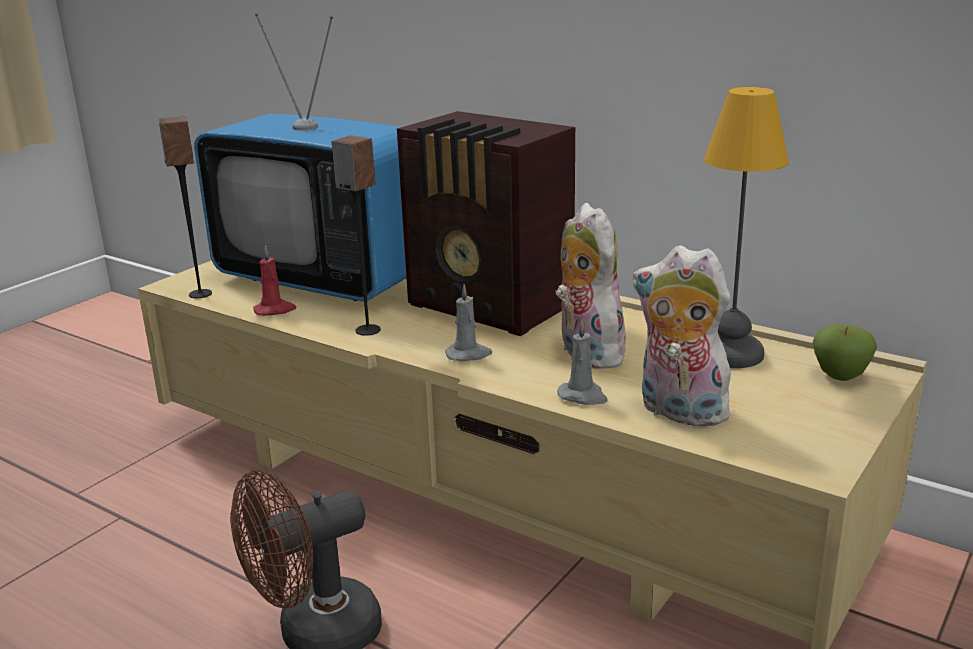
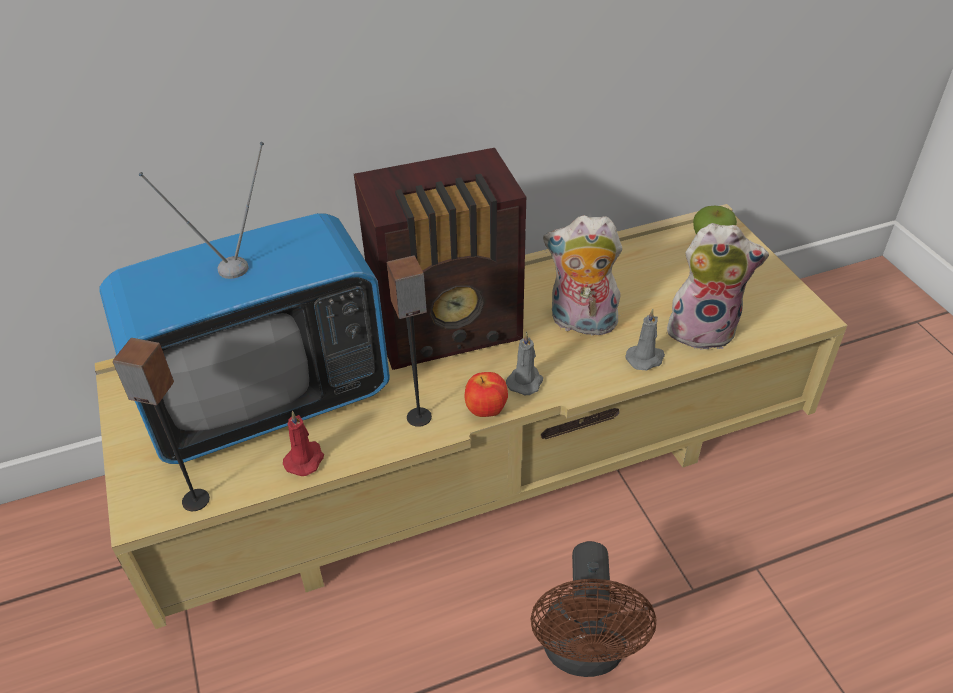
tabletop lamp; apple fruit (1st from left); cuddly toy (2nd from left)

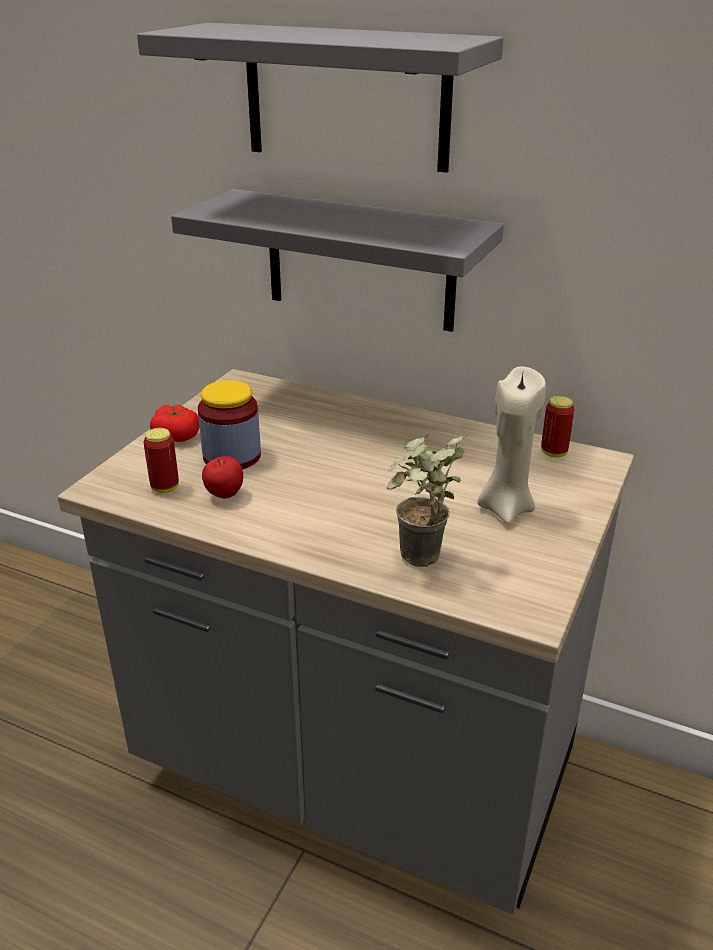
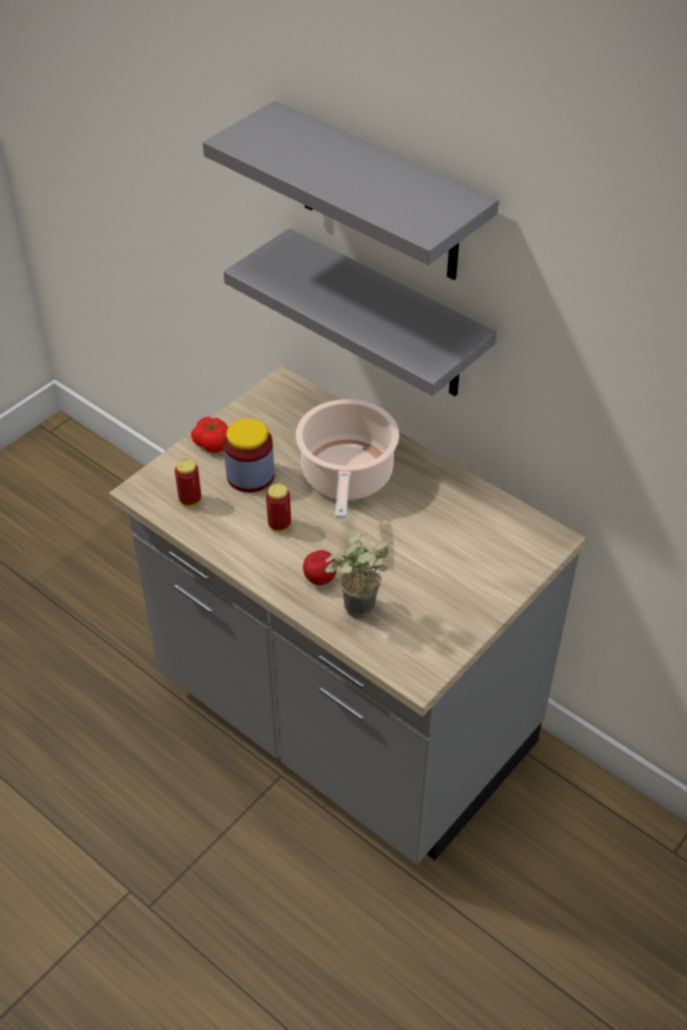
candle (beige-coloured); saucepot; apple fruit; can (2nd from left)

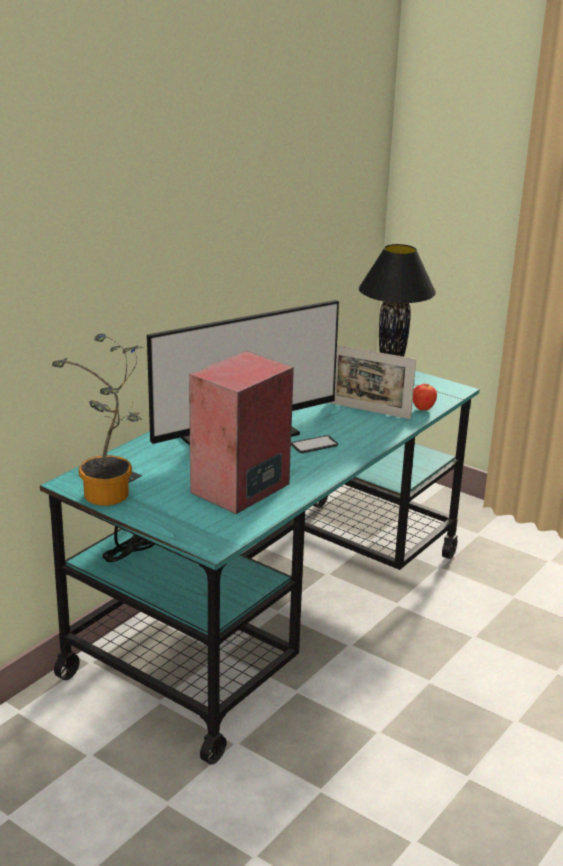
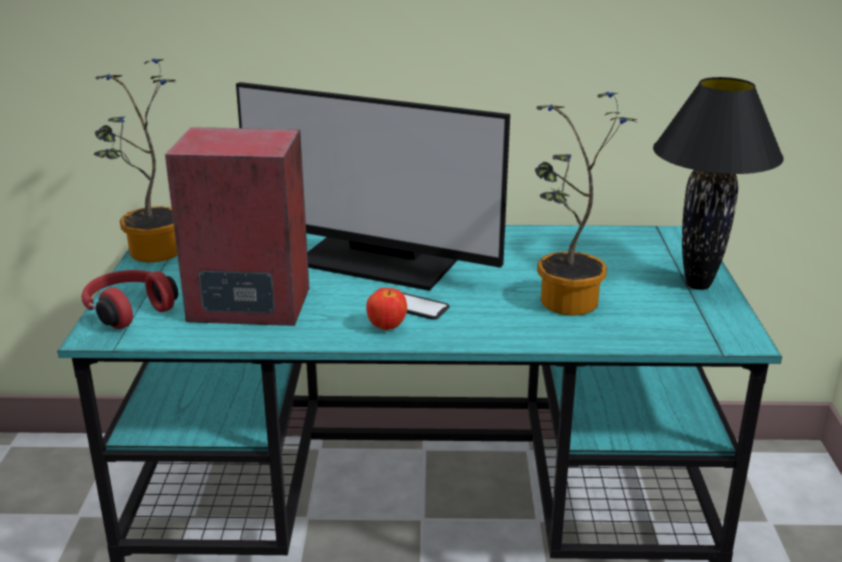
headphones (reddish); apple fruit; potted plant (2nd from left)

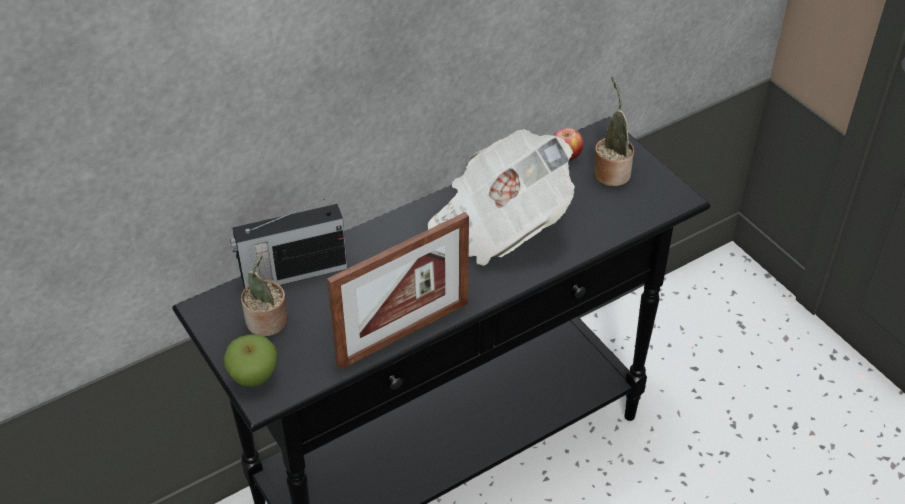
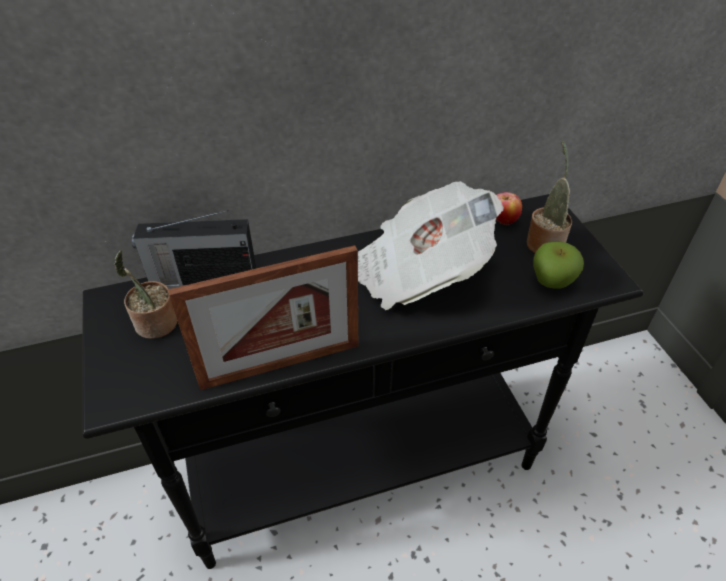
apple fruit (2nd from left)

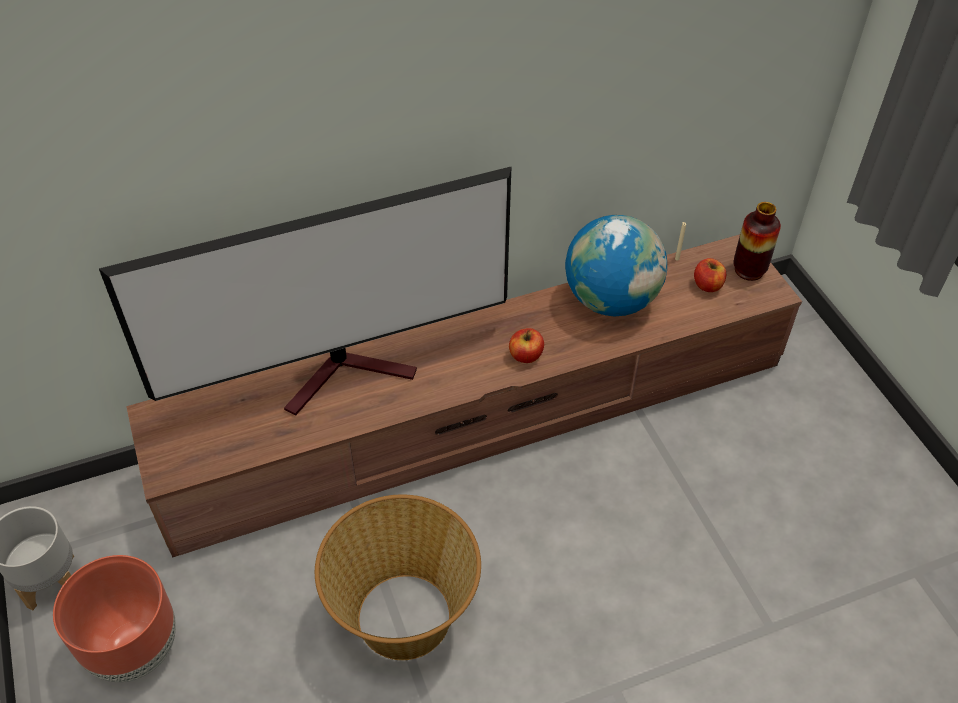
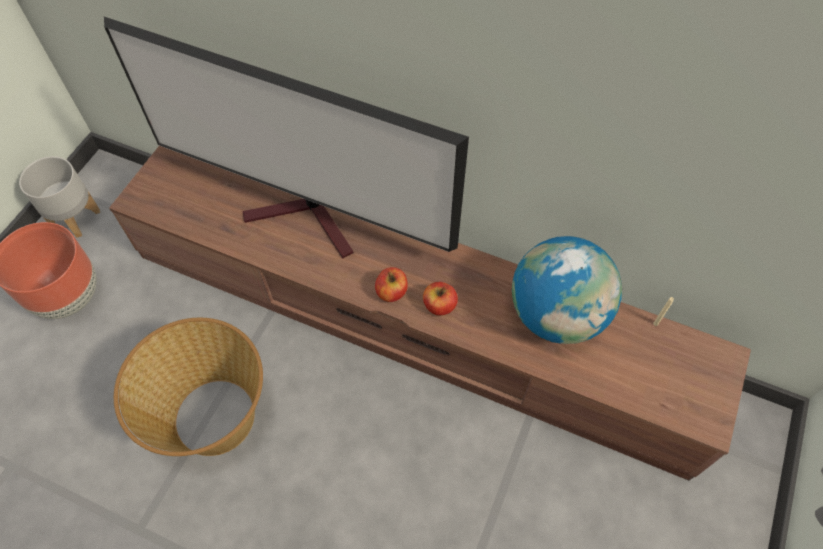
decorative vase; apple fruit (1st from left)

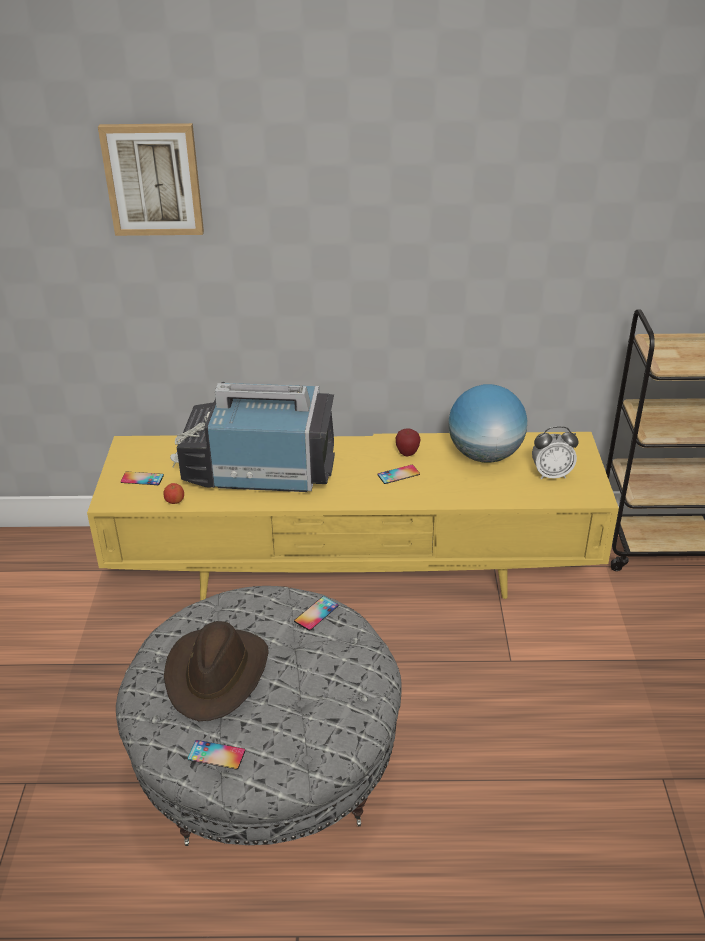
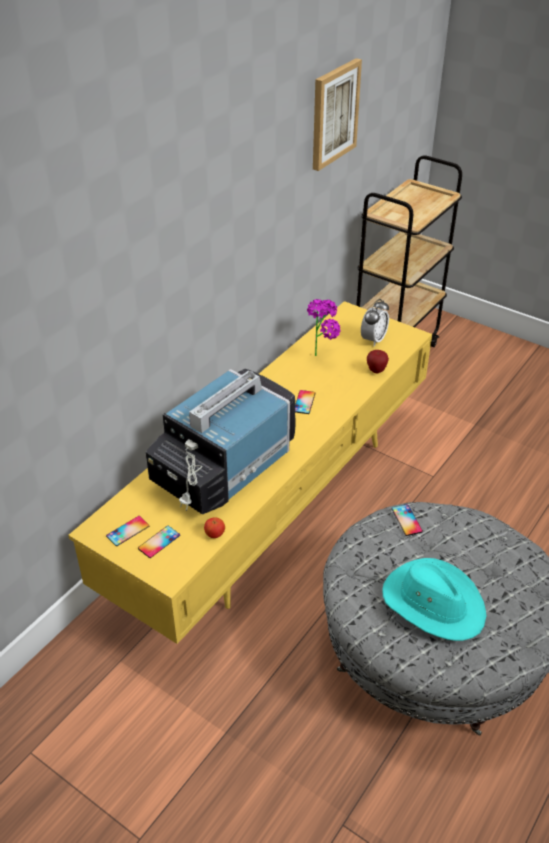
picture; handset (1st from left); apple fruit (2nd from left); potted plant; wearable hat (turquoise)

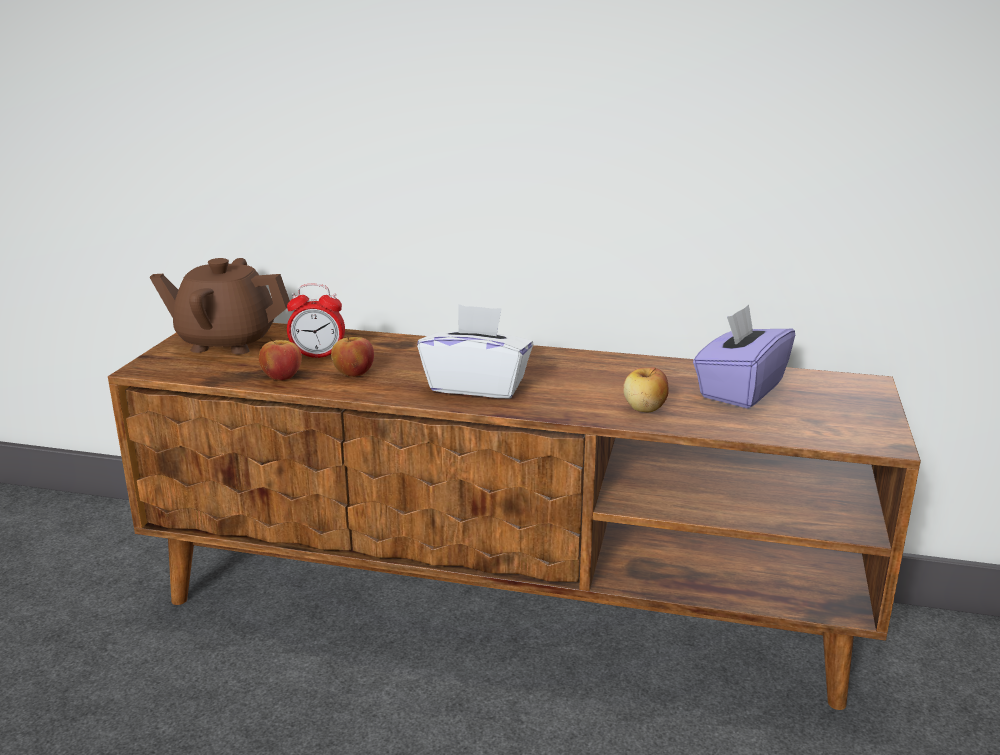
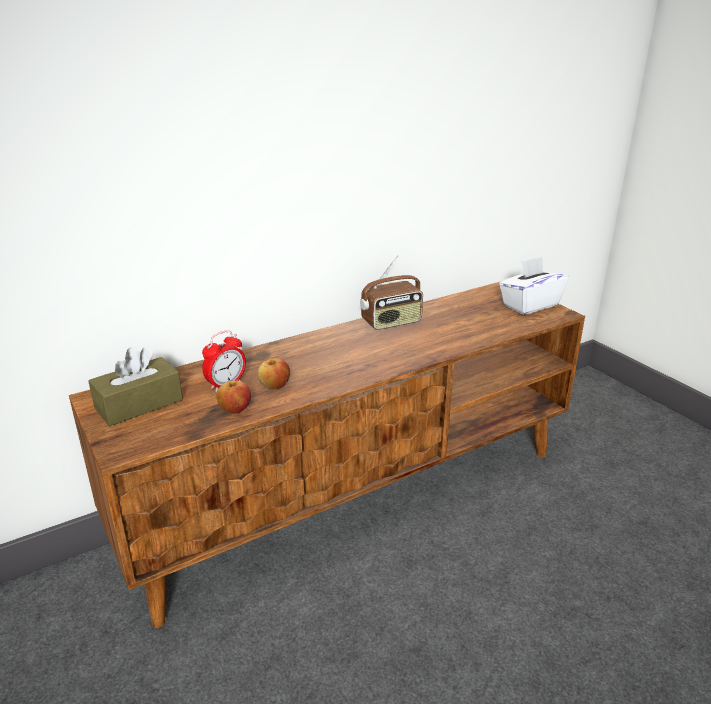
apple fruit (3rd from left in the first image); tissue holder (purple); radio; tissue holder (white); tissue holder (brown-coloured)

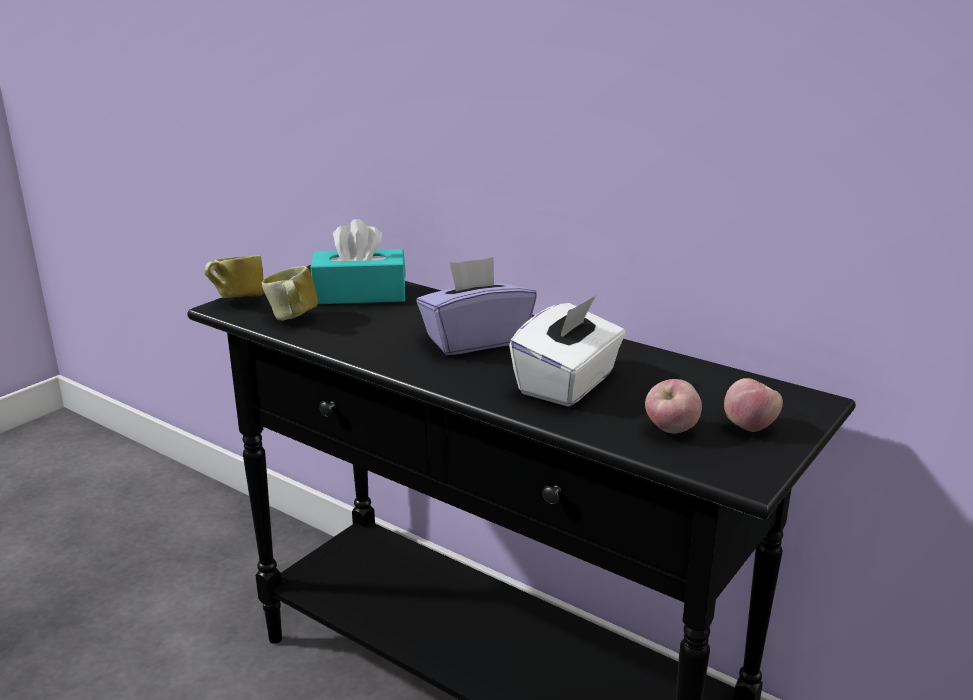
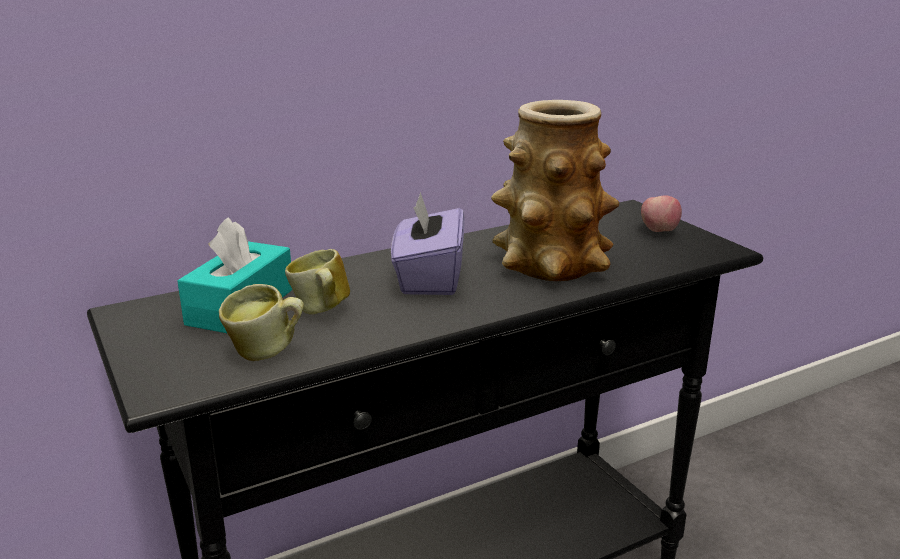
apple fruit (1st from left in the first image); tea mug (2nd from left); decorative vase

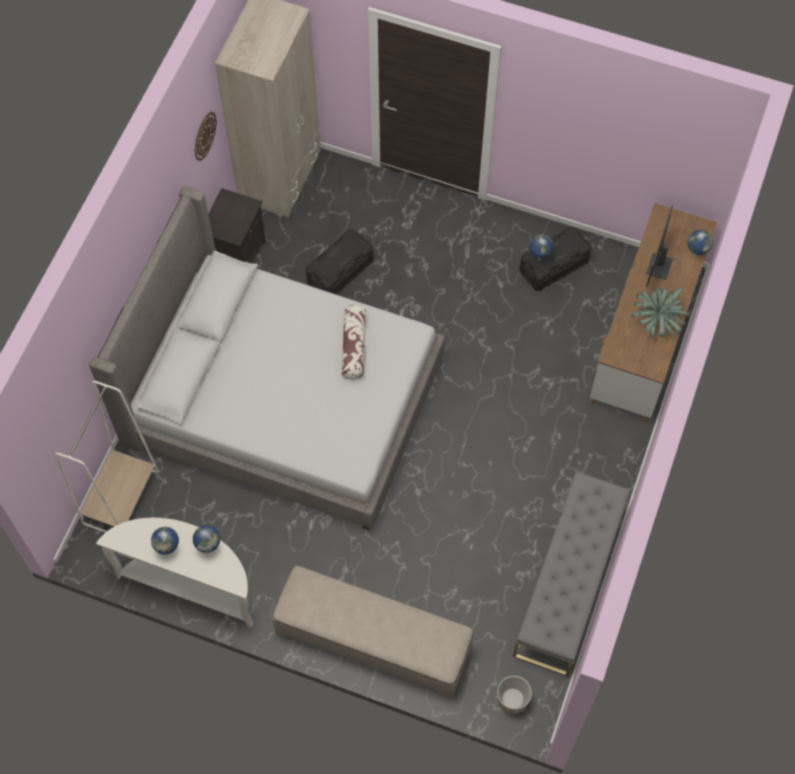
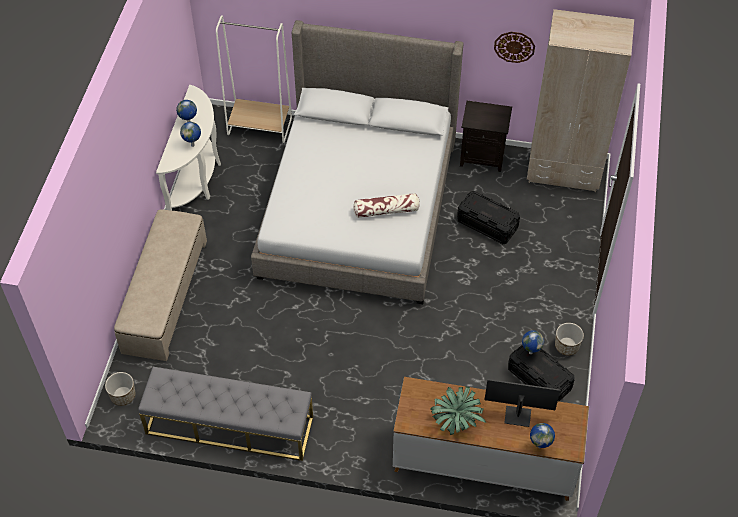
planter (2nd from left)

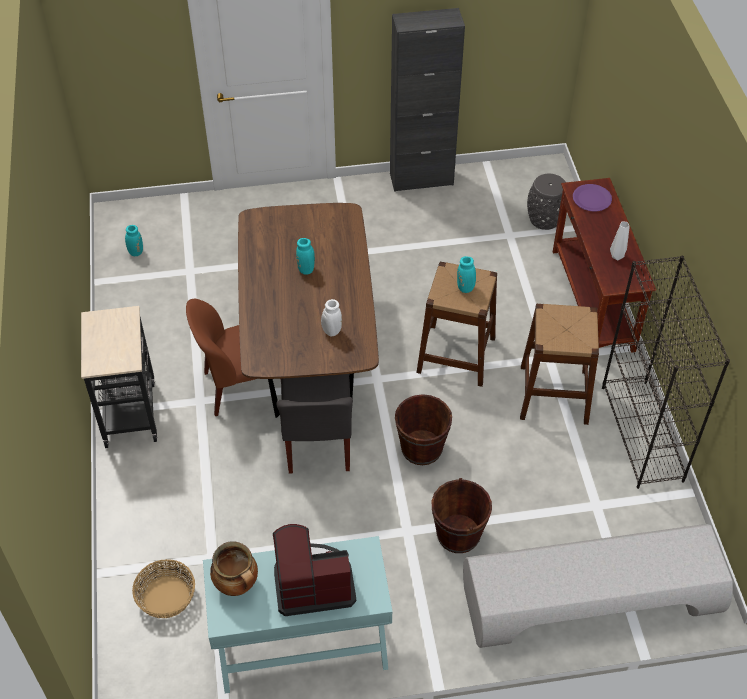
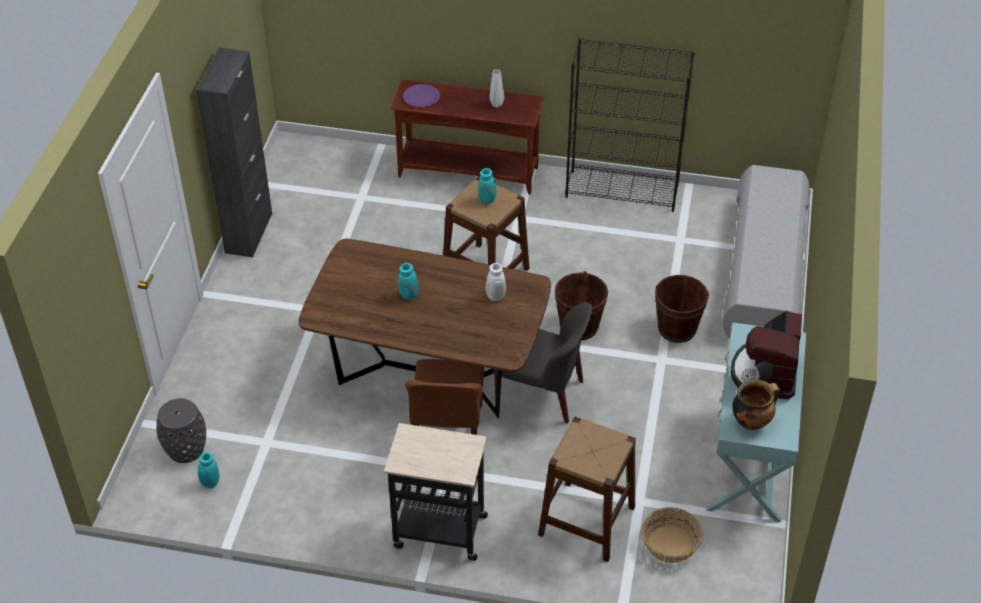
sitting stool (brown-coloured) (2nd from left); sitting stool (grey)

